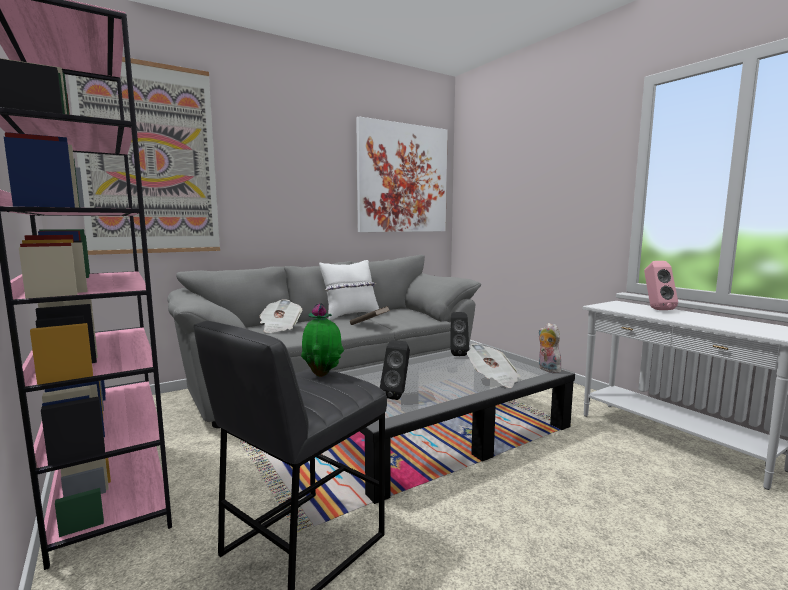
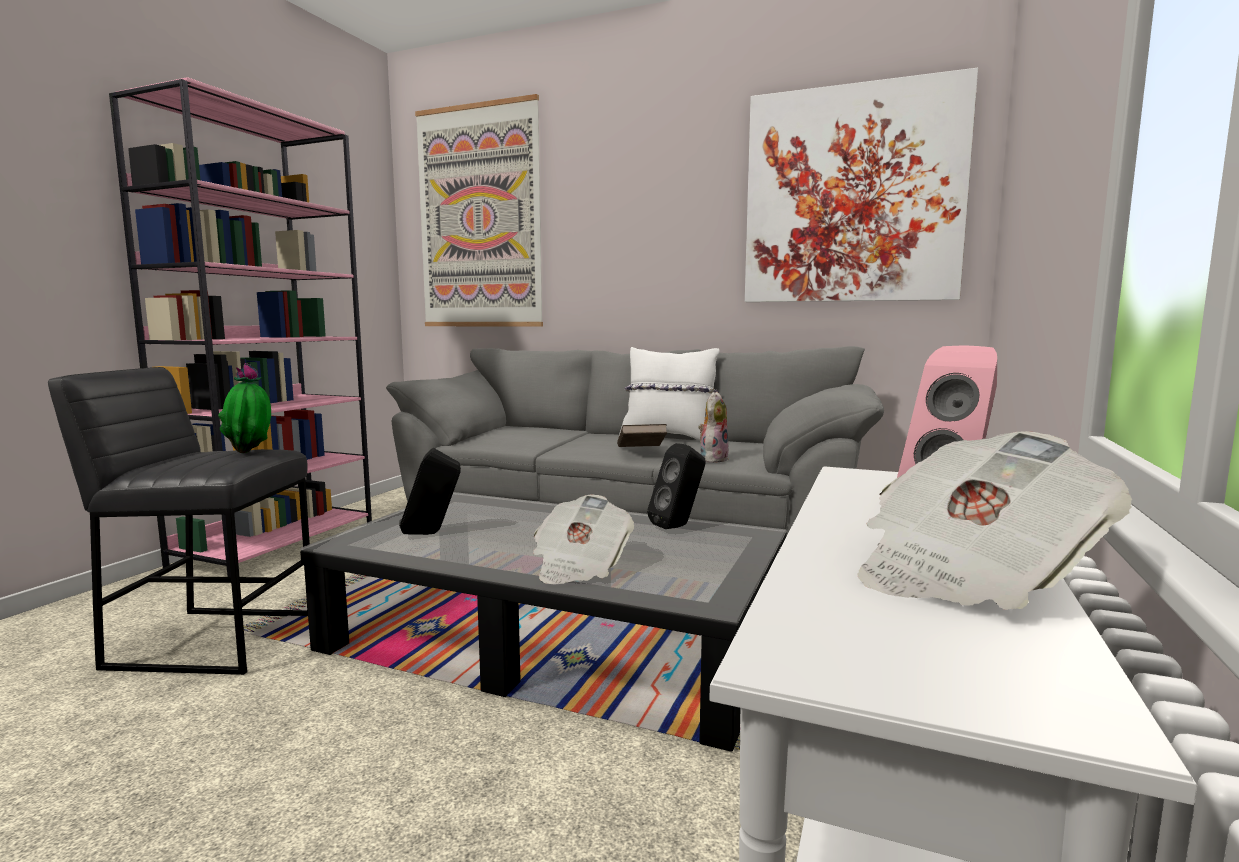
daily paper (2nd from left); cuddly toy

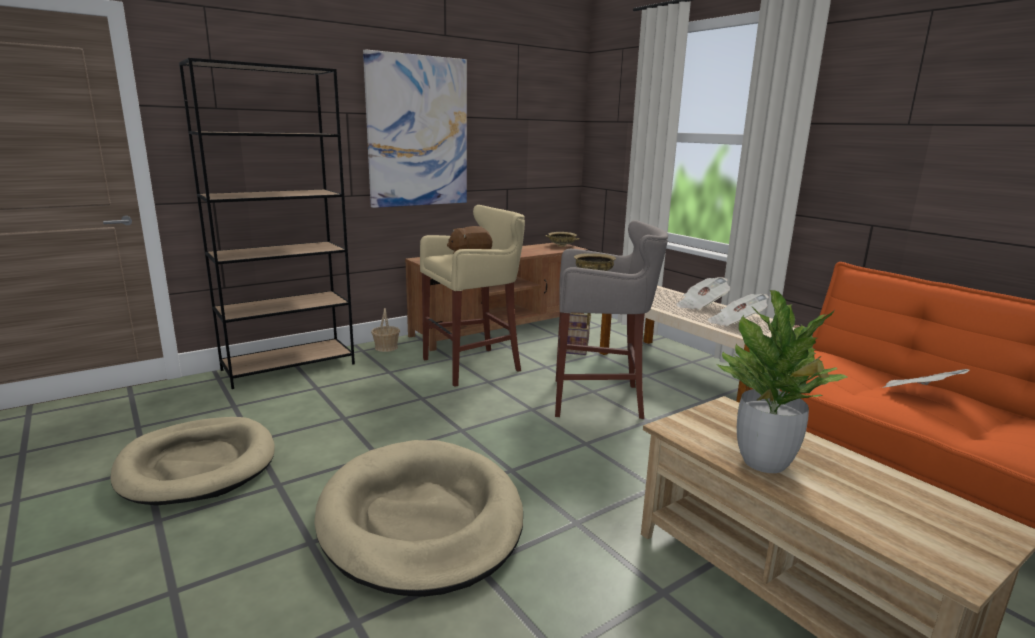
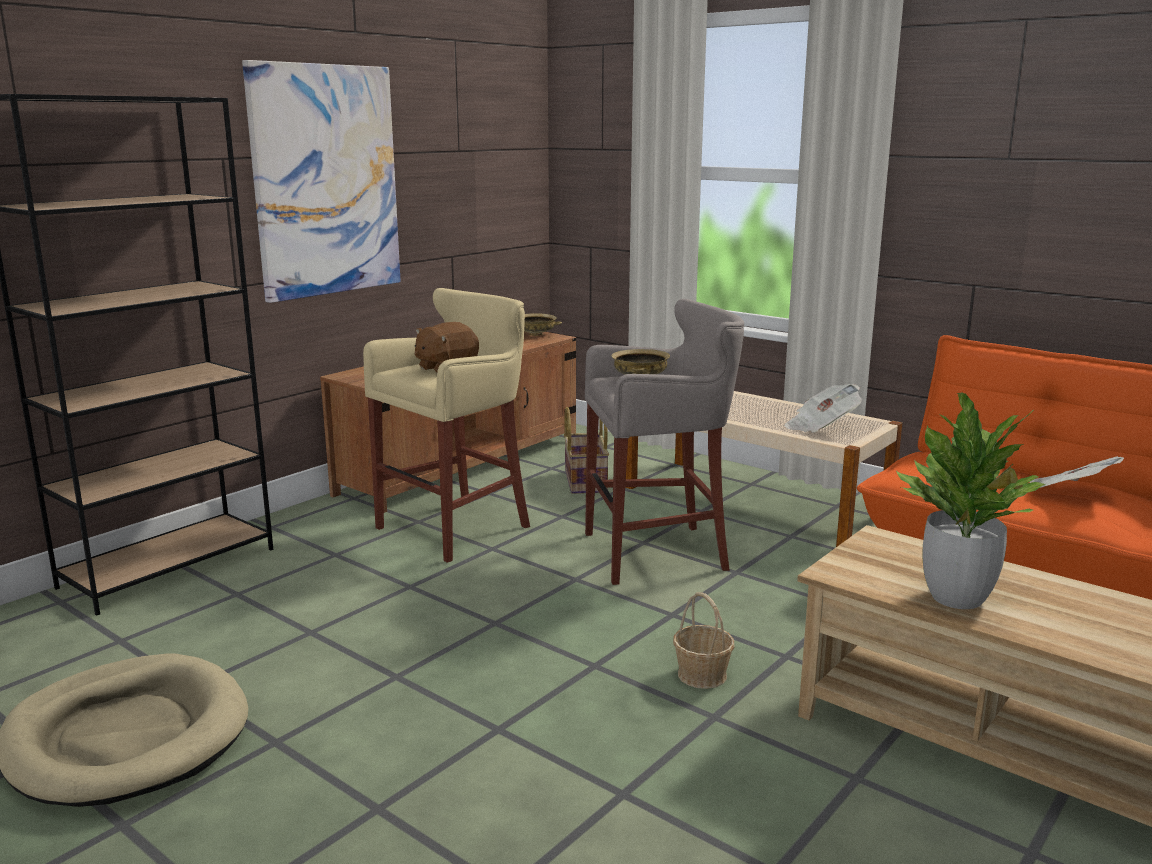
pet bed (beige-coloured) (2nd from left in the first image); daily paper (1st from left in the first image); basket (2nd from left)

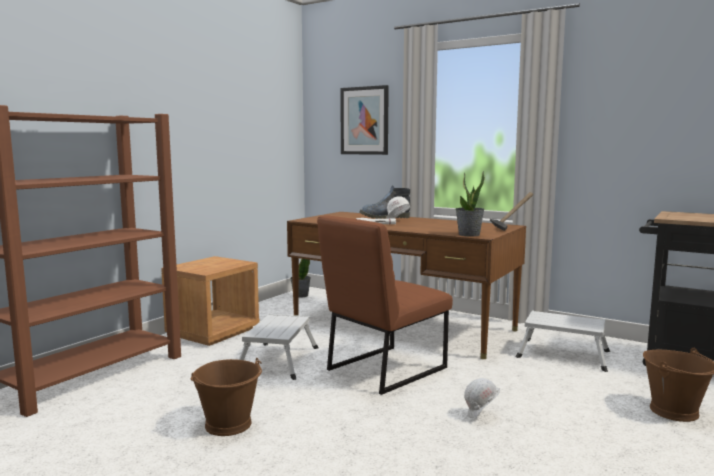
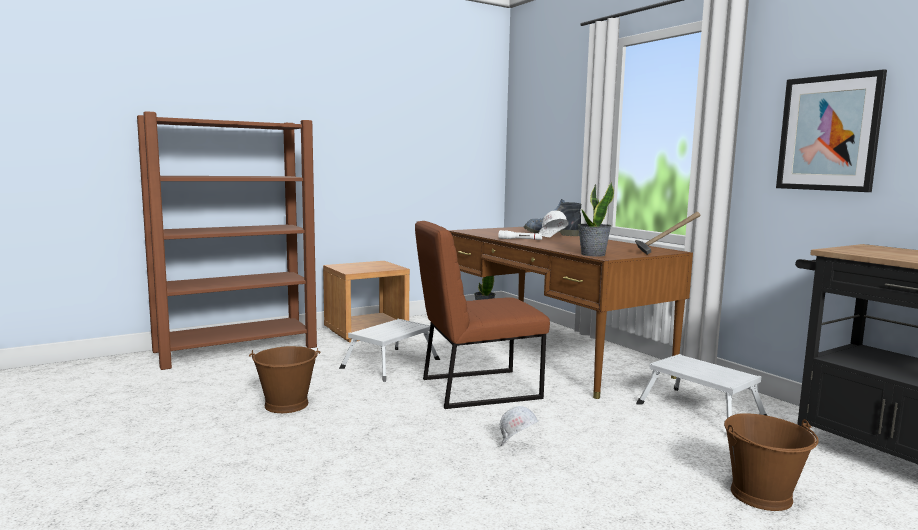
picture

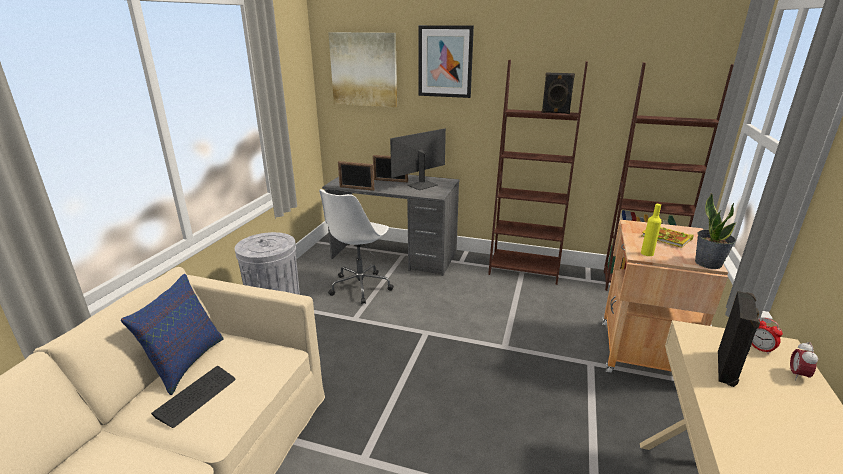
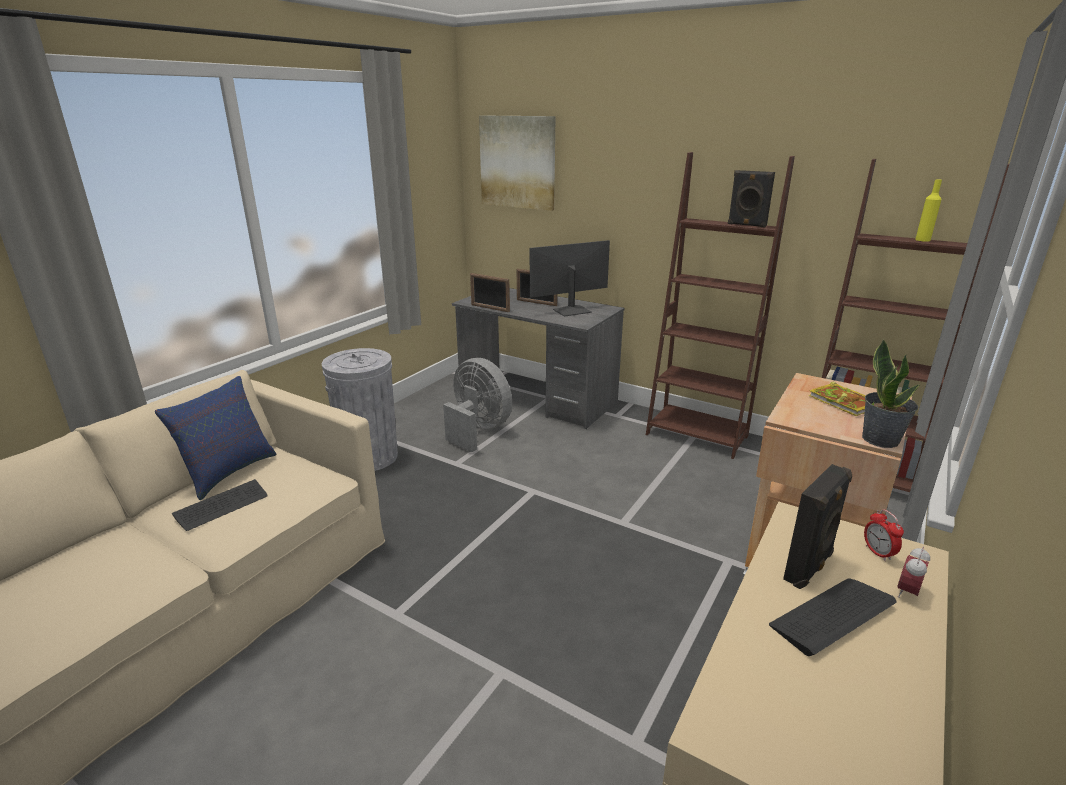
picture (2nd from left in the first image); PC keyboard (2nd from left); beverage bottle (yellow-coloured); fan (grey)

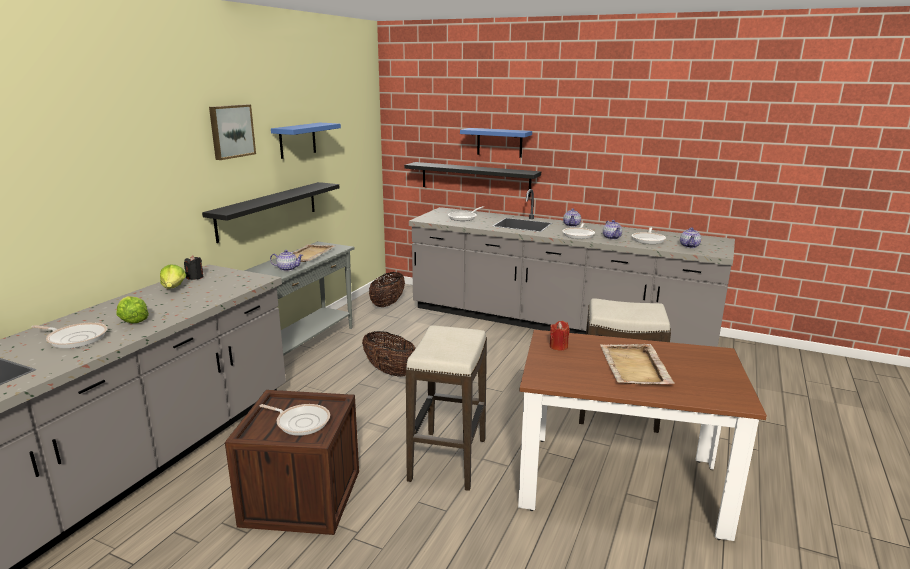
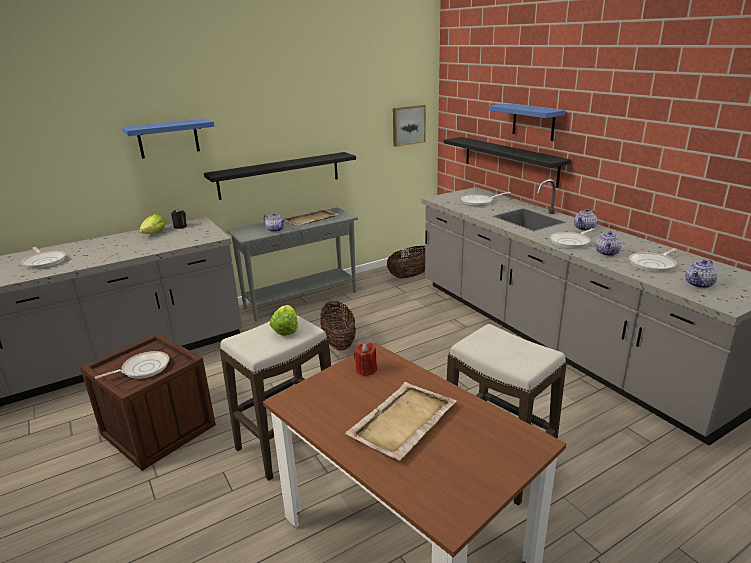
head of lettuce (2nd from left); picture; wall shelf (blue-coloured) (1st from left); pan (2nd from left)

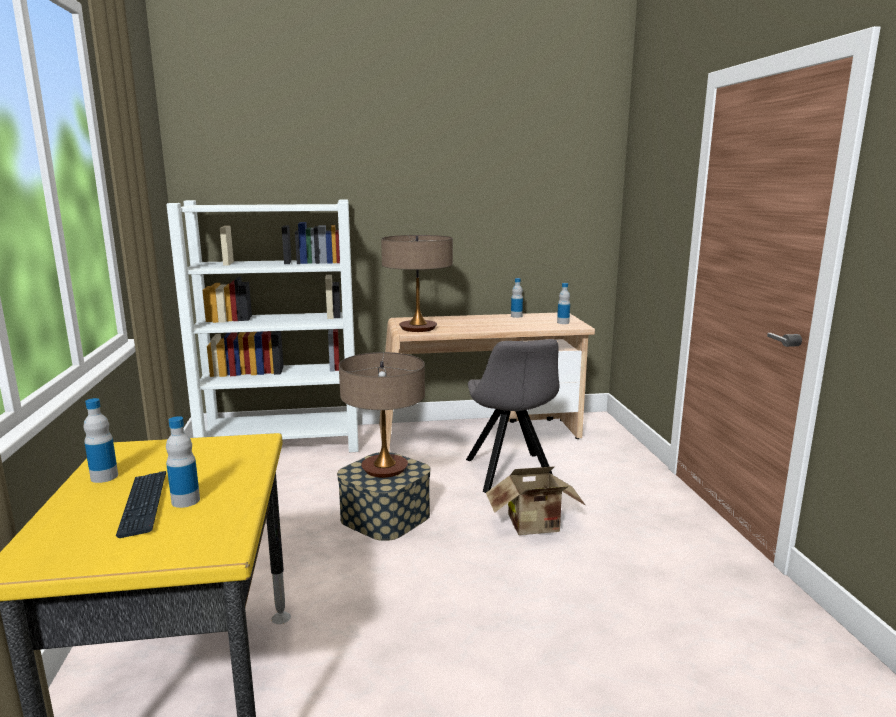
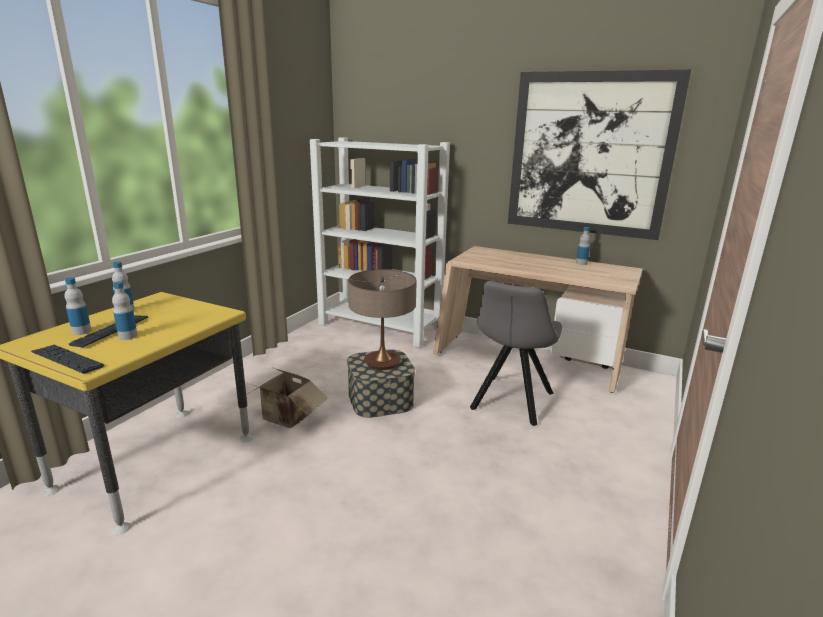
tabletop lamp (2nd from left in the first image); PC keyboard (1st from left); picture; cardboard box; beverage bottle (1st from left)

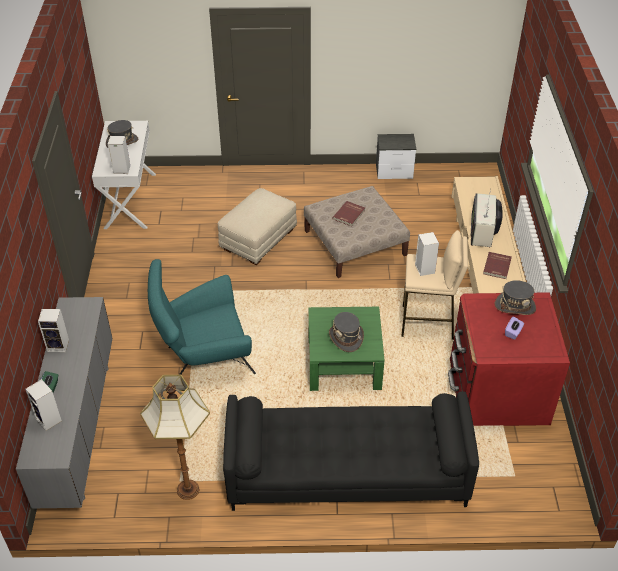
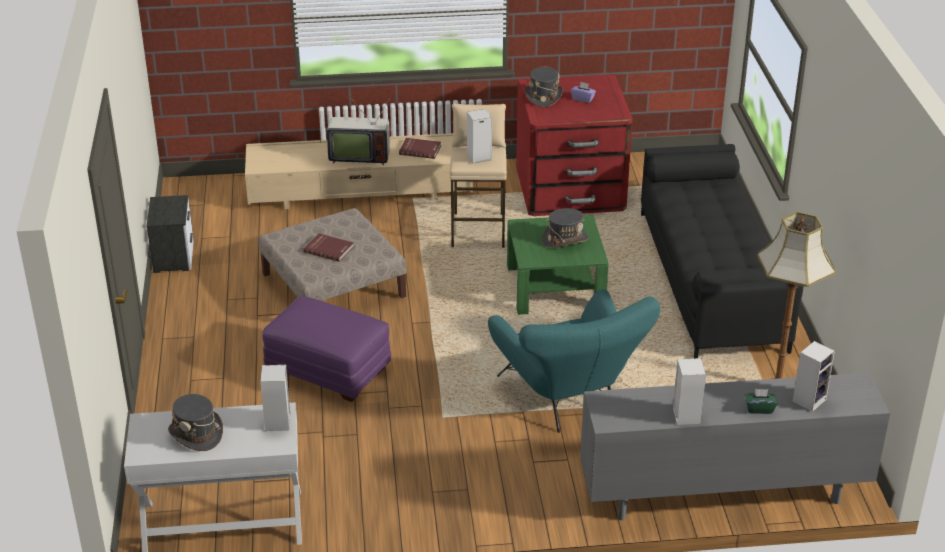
ottoman (purple)

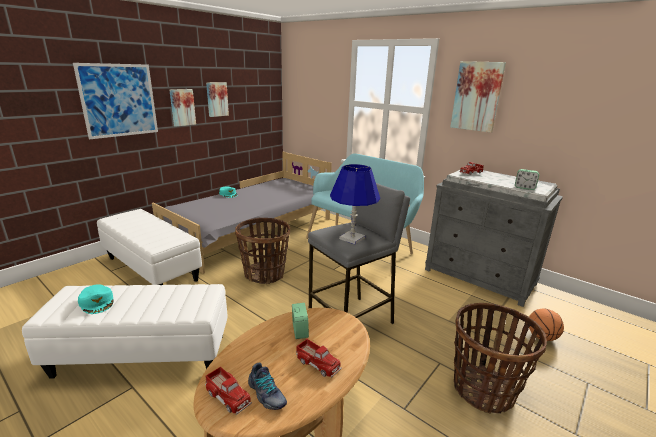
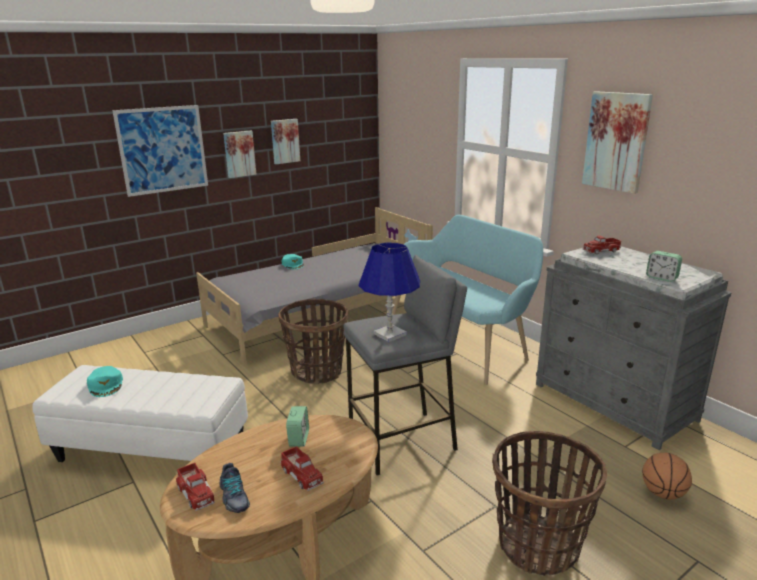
ottoman (white) (2nd from left in the first image)

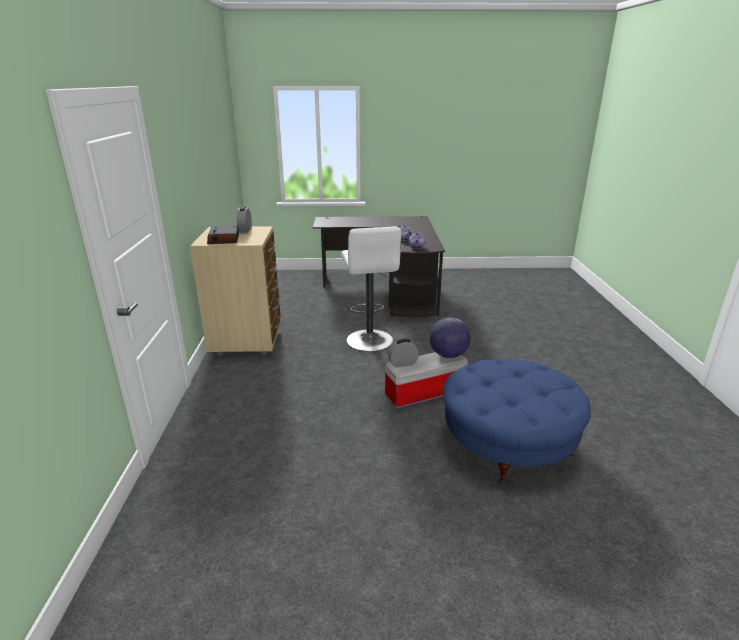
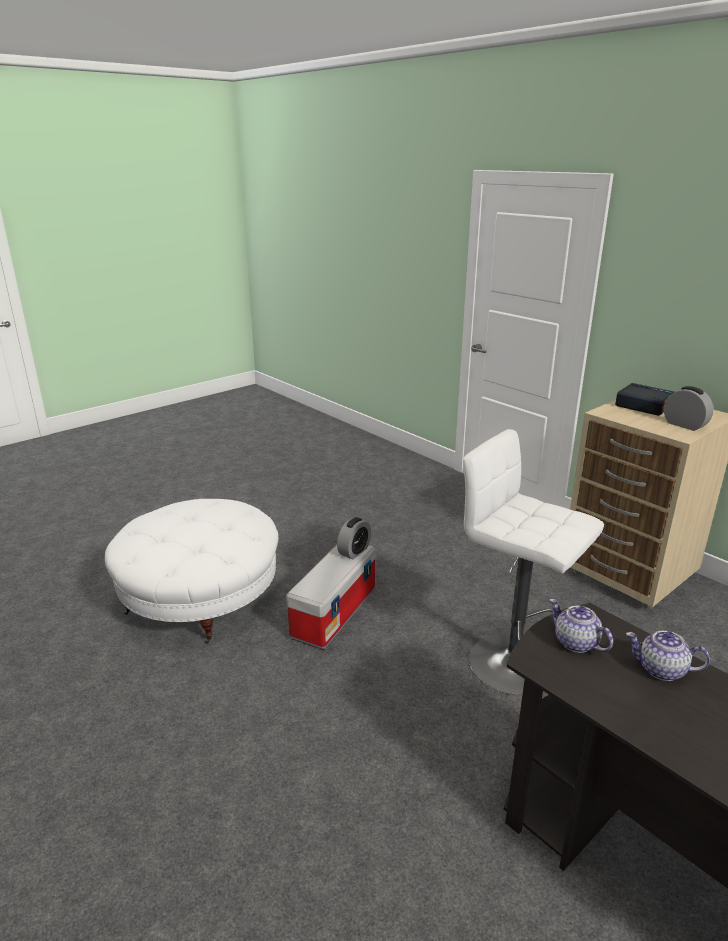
globe; ottoman (white)

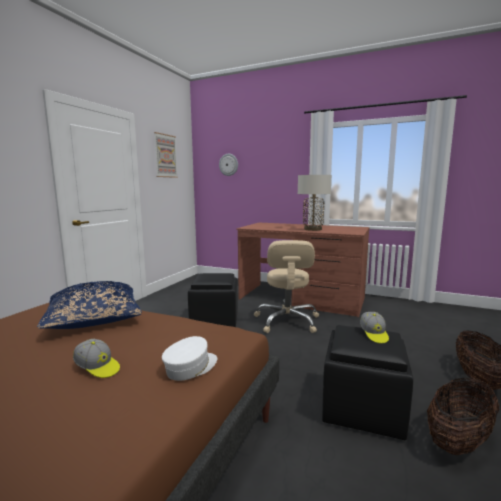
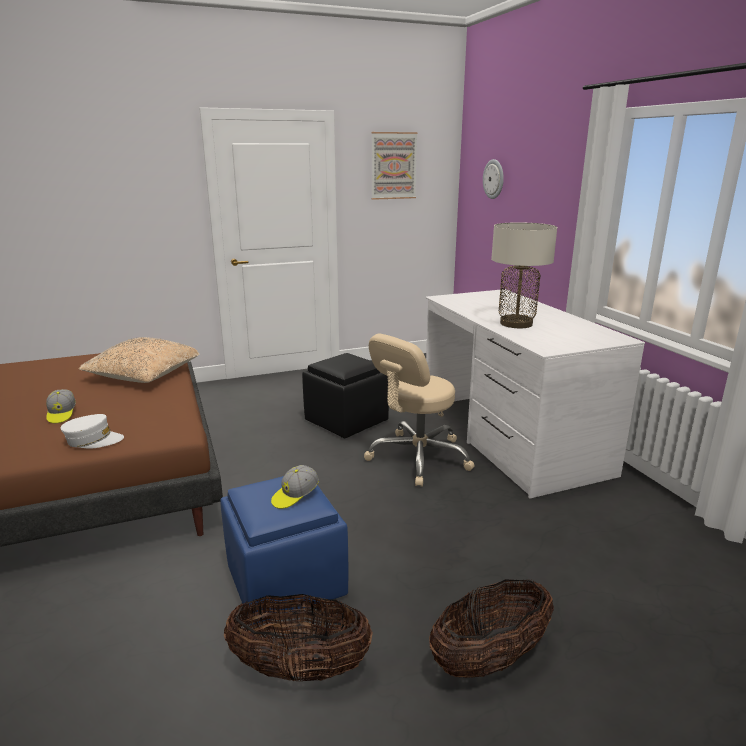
pillow (beige-coloured); desk unit (white); ottoman (blue-coloured)

